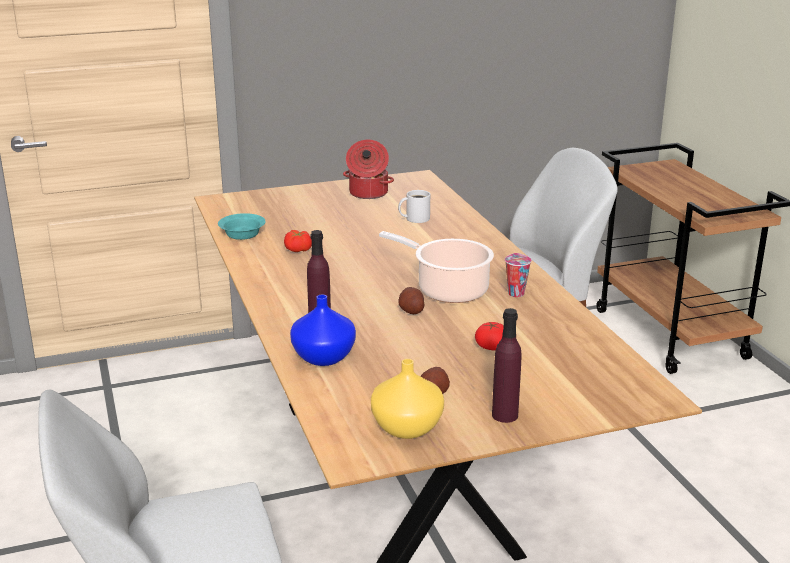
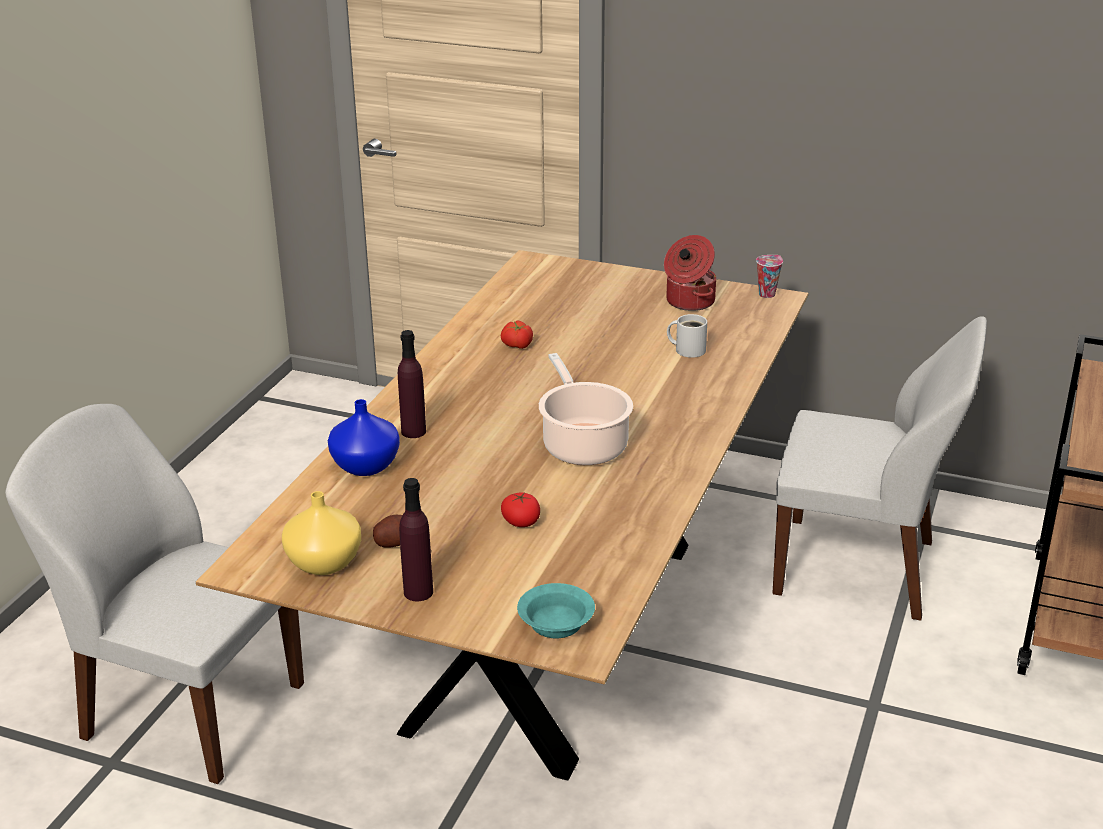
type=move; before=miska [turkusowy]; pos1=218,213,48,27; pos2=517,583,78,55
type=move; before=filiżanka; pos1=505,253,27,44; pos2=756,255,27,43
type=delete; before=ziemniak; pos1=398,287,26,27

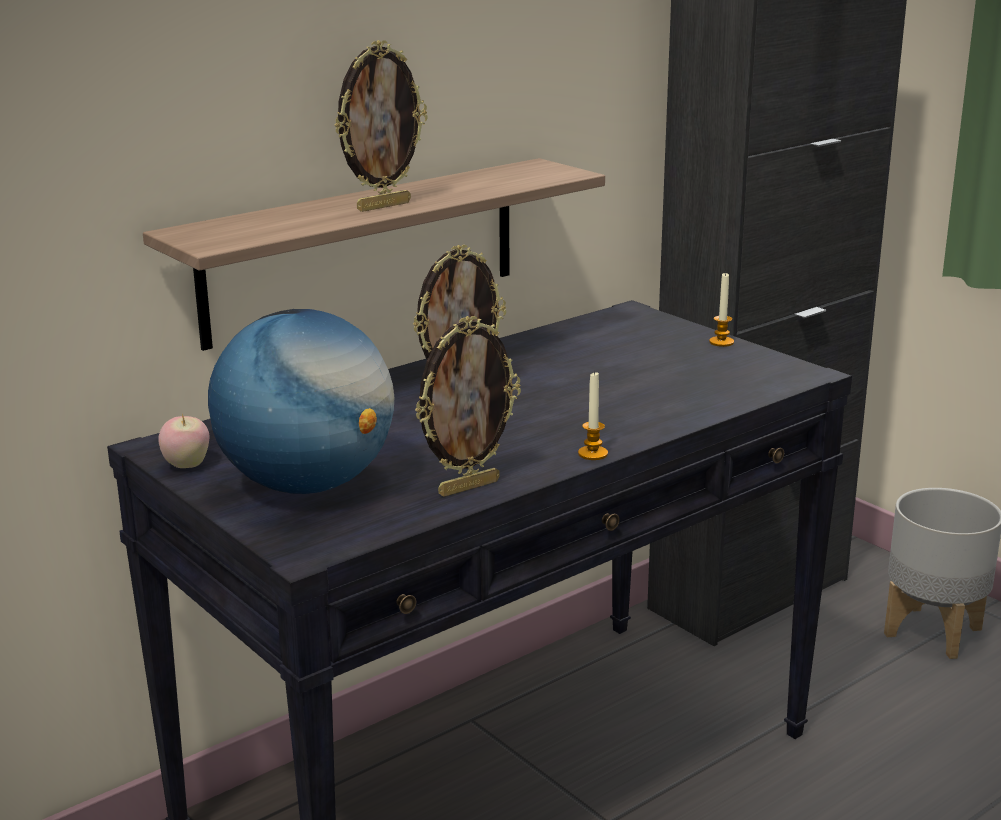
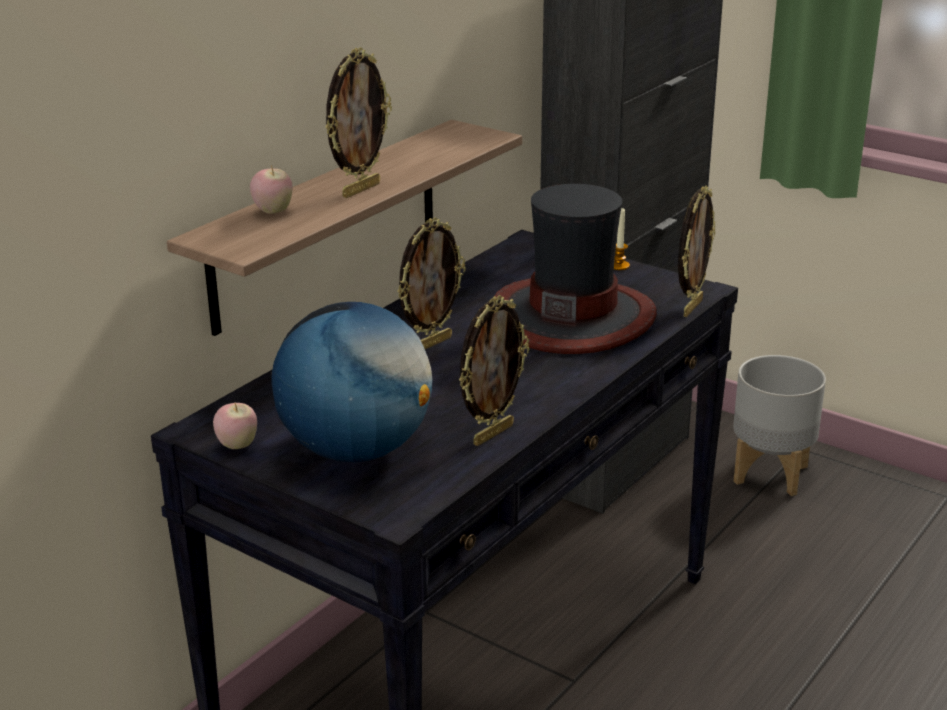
type=delete; before=świeca; pos1=578,371,30,89
type=insert; after=jabłko; pos2=250,165,43,49
type=insert; after=kapelusz; pos2=495,184,162,170
type=insert; after=ramka na zdjęcie; pos2=678,185,37,132

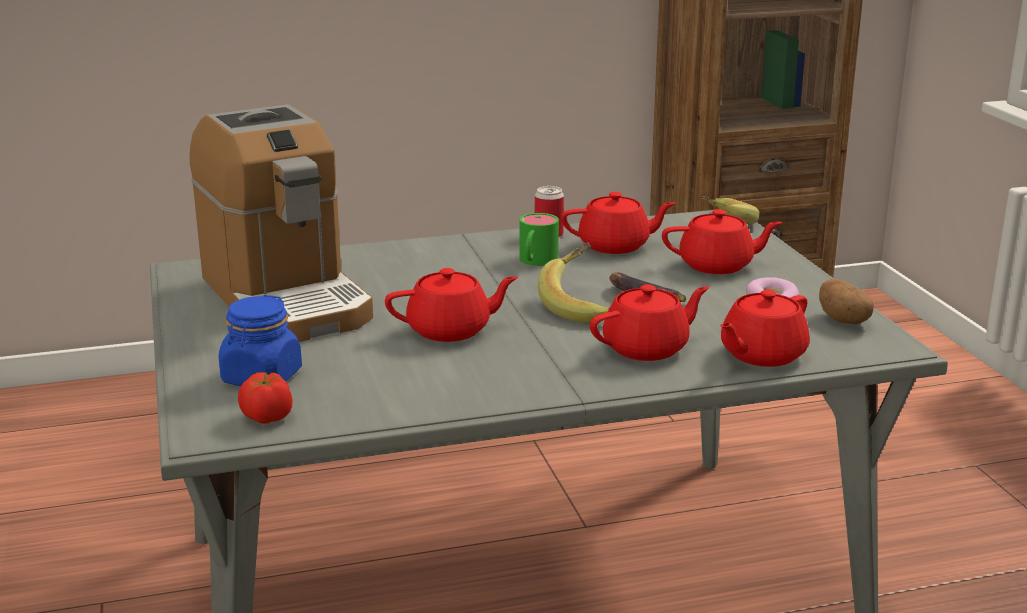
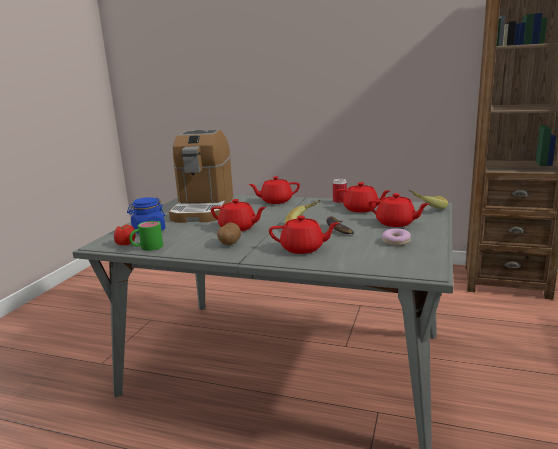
type=move; before=kubek [zielony]; pos1=519,213,40,53; pos2=129,221,34,30
type=move; before=ziemniak; pos1=819,279,55,45; pos2=217,223,24,23
type=move; before=imbryk [czerwony]; pos1=720,290,90,77; pos2=248,176,52,28

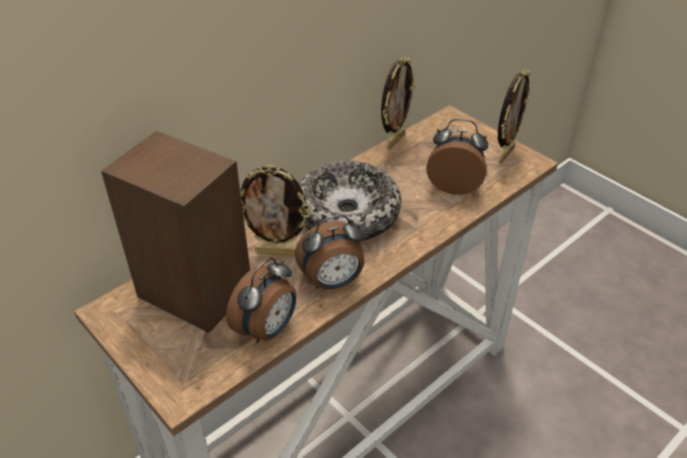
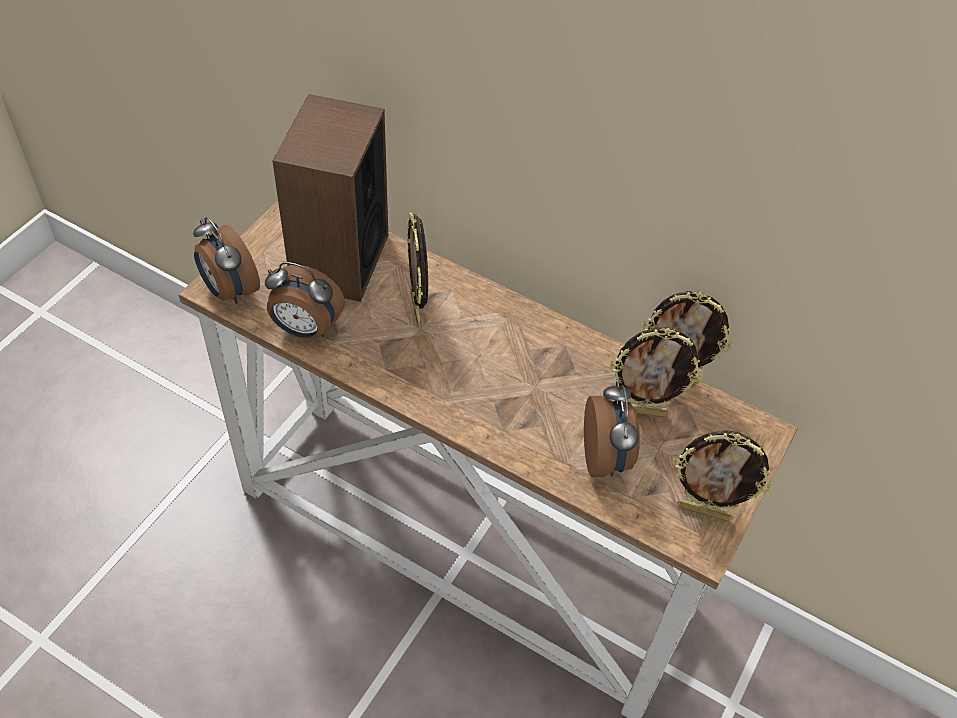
type=delete; before=miska; pos1=299,161,102,80
type=move; before=budzik; pos1=295,215,70,74; pos2=193,217,67,87
type=insert; after=ramka na zdjęcie; pos2=610,327,93,90

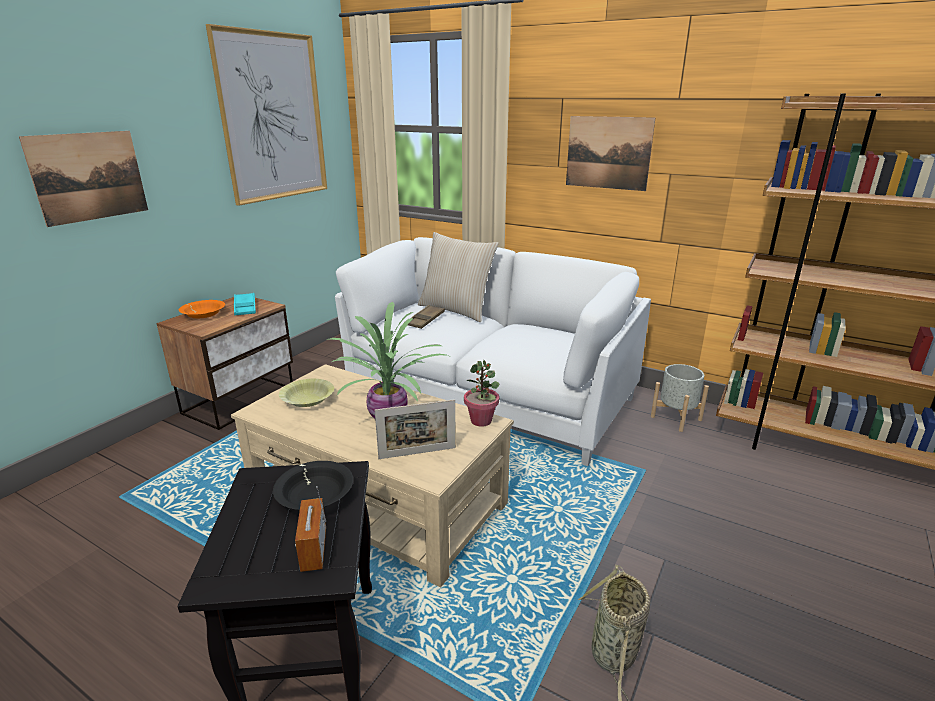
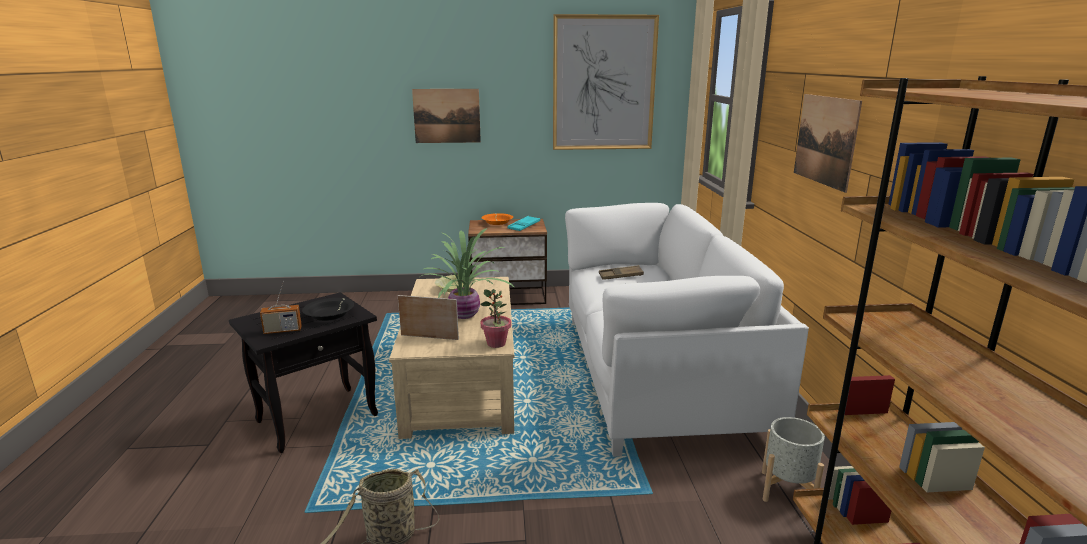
type=delete; before=poduszka [beżowy]; pos1=418,232,81,90
type=rotate; before=ramka na zdjęcie; pos1=375,399,81,60; pos2=398,295,61,45; turn=150
type=rotate; before=radio; pos1=295,486,31,86; pos2=260,280,42,54; turn=-150

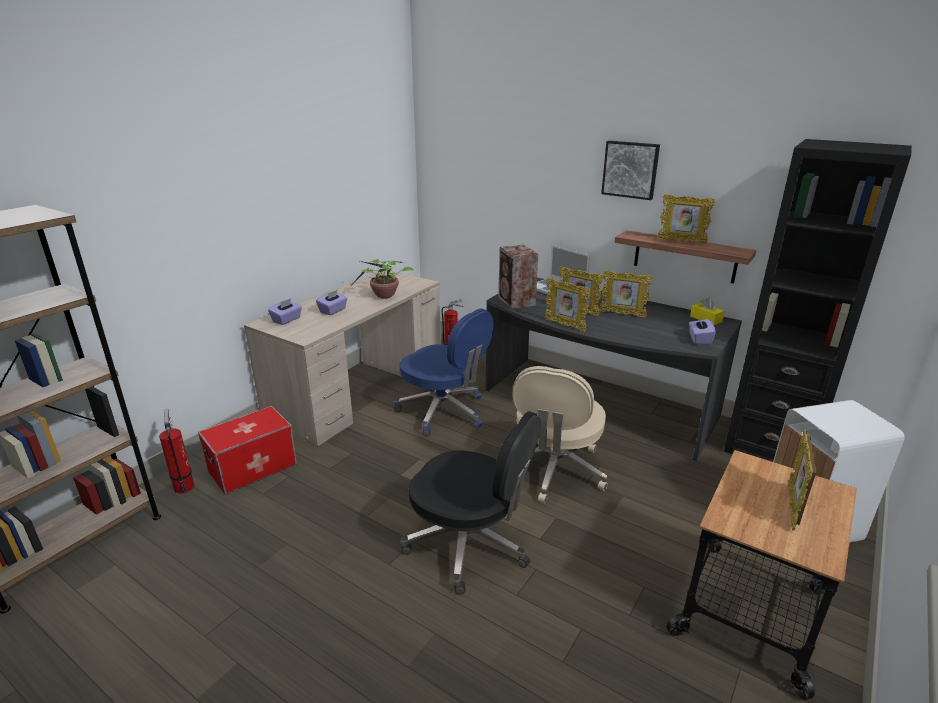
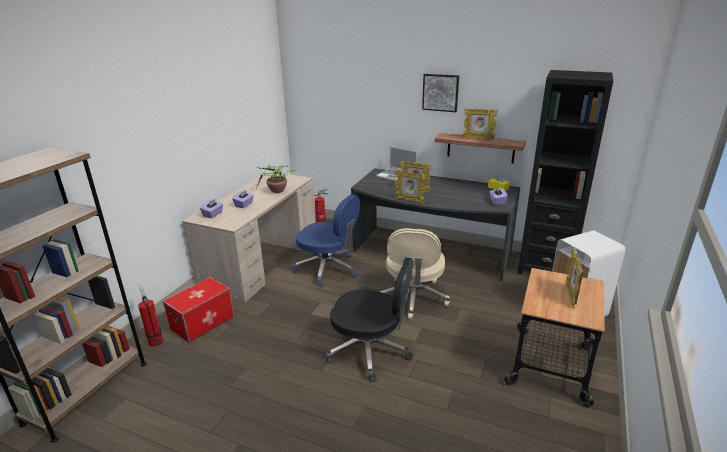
type=delete; before=głośnik; pos1=499,244,39,65
type=delete; before=ramka na zdjęcie; pos1=599,270,53,47

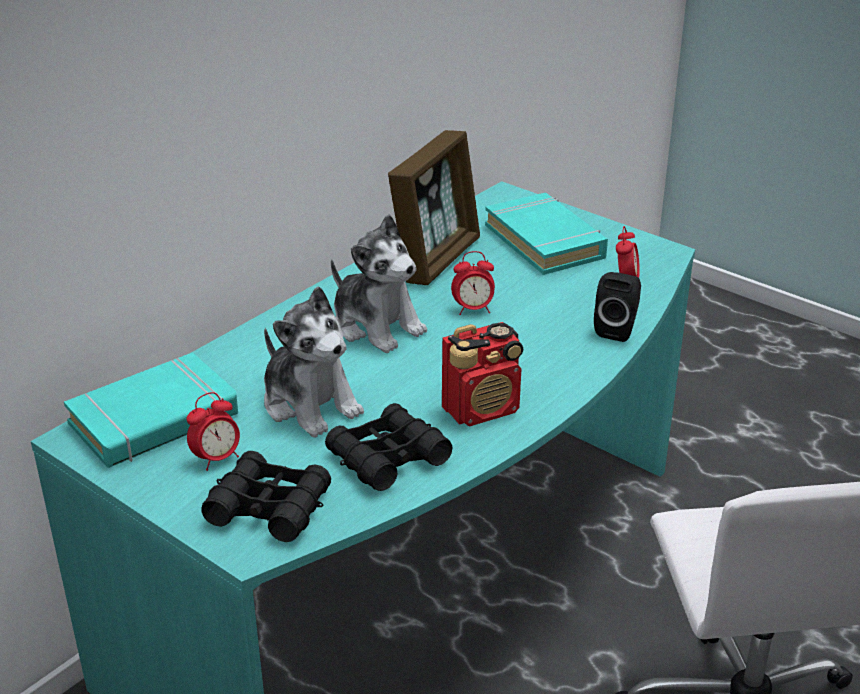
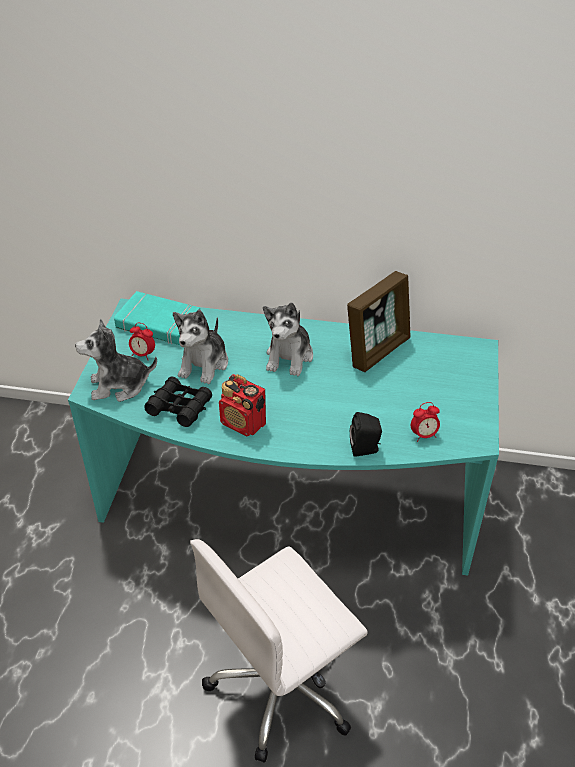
type=rotate; before=ramka na zdjęcie; pos1=388,130,92,155; pos2=347,271,64,101; turn=-45
type=delete; before=książka [turkusowy]; pos1=485,193,123,82
type=delete; before=budzik; pos1=451,251,44,64
type=replace; before=lornetka [czarny]; after=pluszak; pos1=201,451,130,91; pos2=75,319,82,83

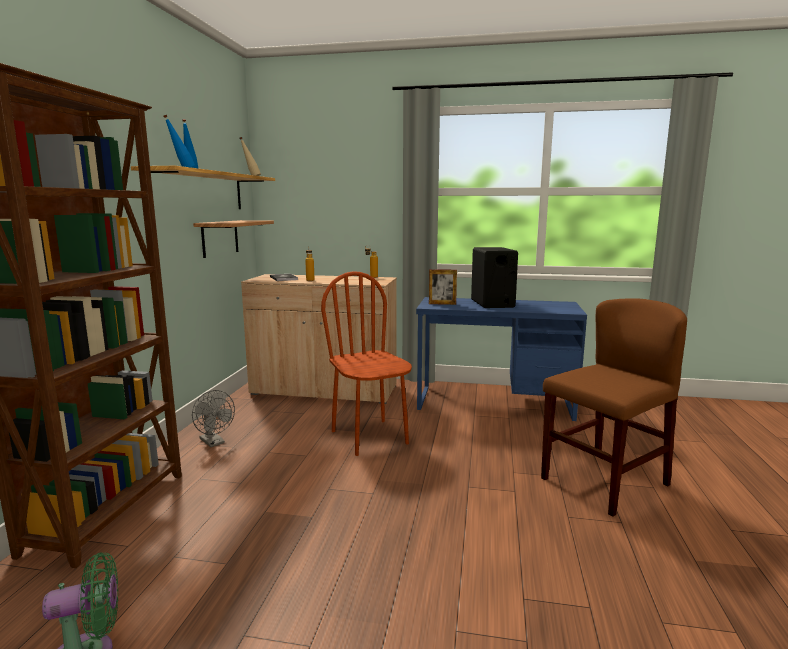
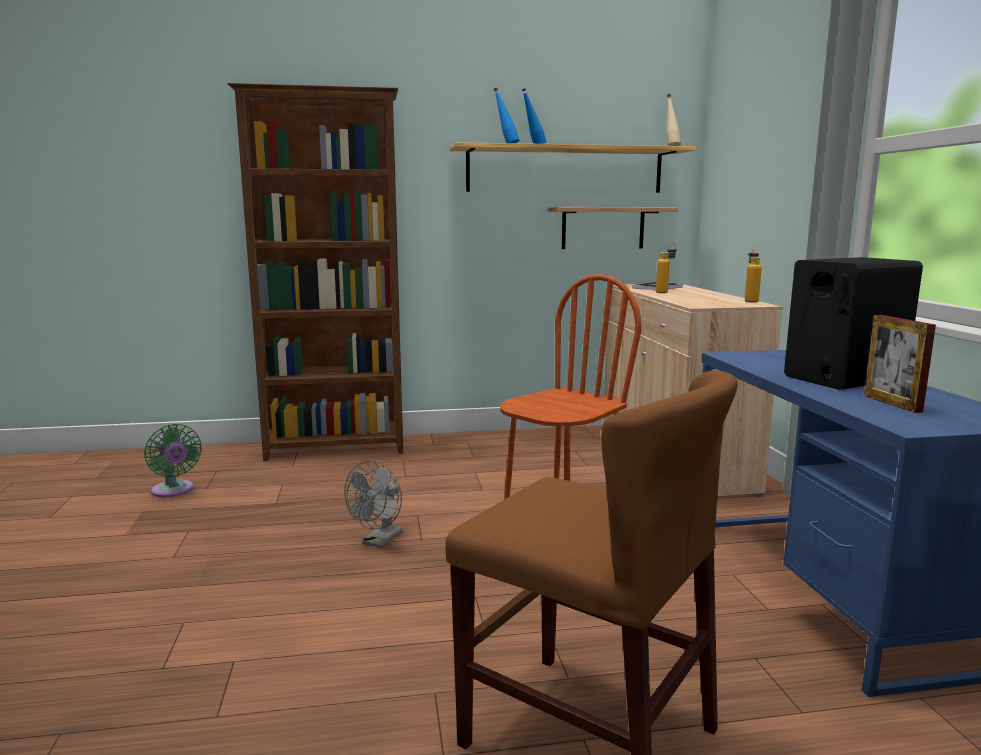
type=move; before=ramka na zdjęcie; pos1=429,269,28,36; pos2=864,315,72,98
type=move; before=wentylator [szary]; pos1=192,390,43,57; pos2=344,461,59,87

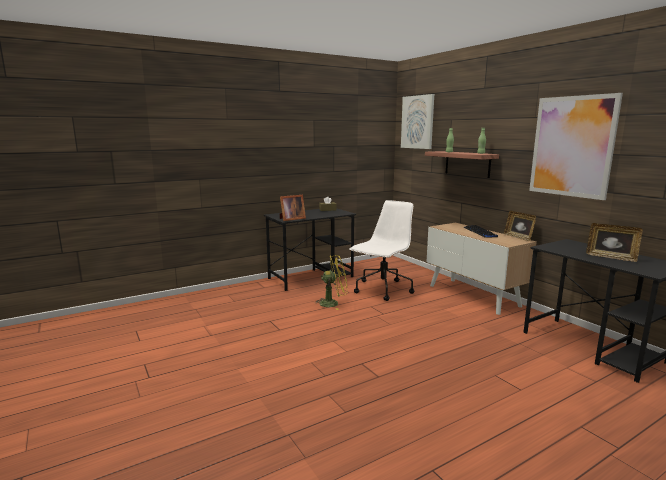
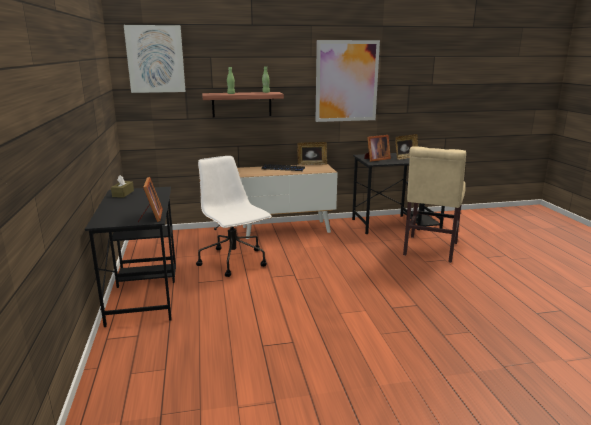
type=delete; before=wentylator [żółty]; pos1=314,255,33,55
type=insert; after=ramka na zdjęcie; pos2=364,135,27,27
type=insert; after=krzesło [beżowy]; pos2=403,146,63,117

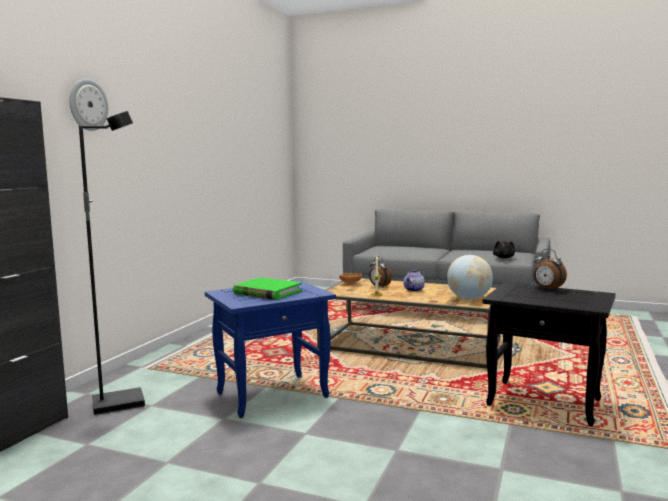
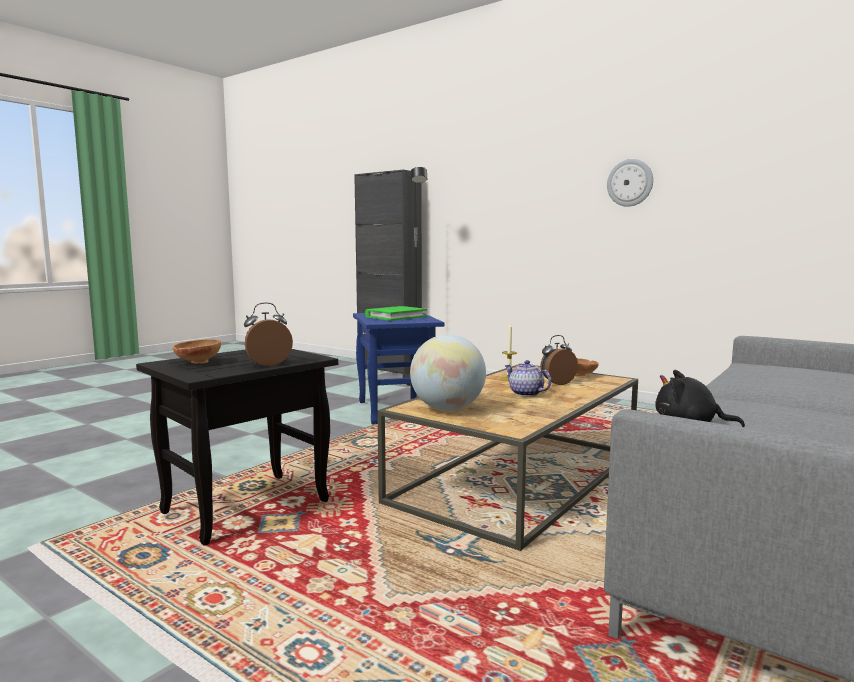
type=move; before=zegar ścienny; pos1=69,79,39,52; pos2=607,159,46,48
type=insert; after=miska [brązowy]; pos2=172,339,49,25

